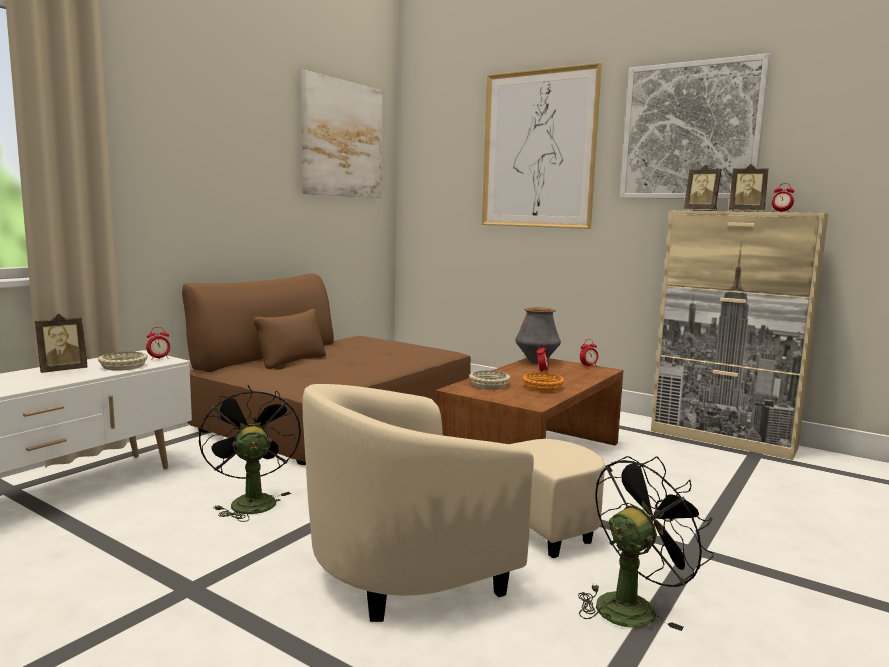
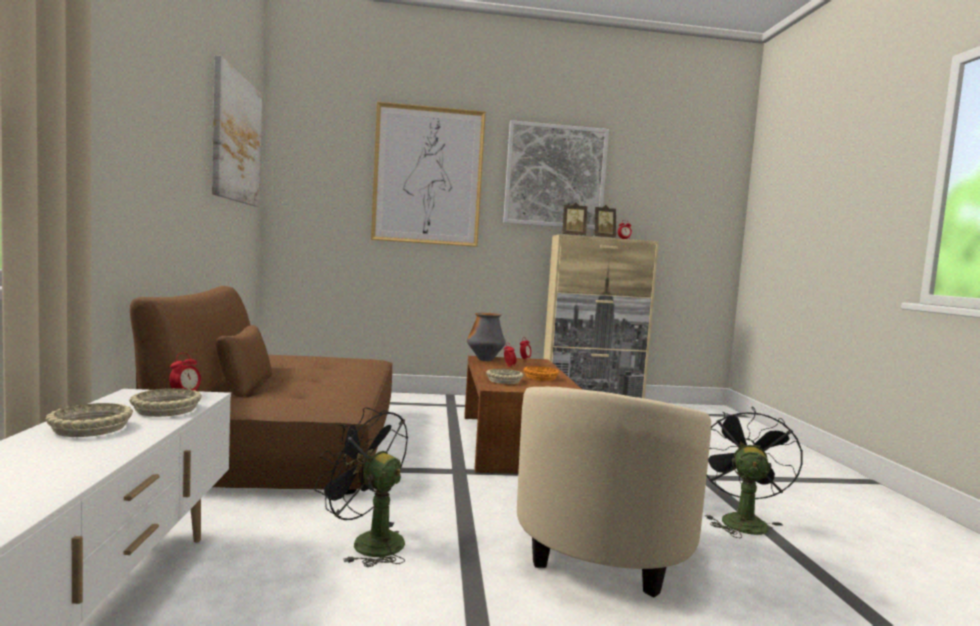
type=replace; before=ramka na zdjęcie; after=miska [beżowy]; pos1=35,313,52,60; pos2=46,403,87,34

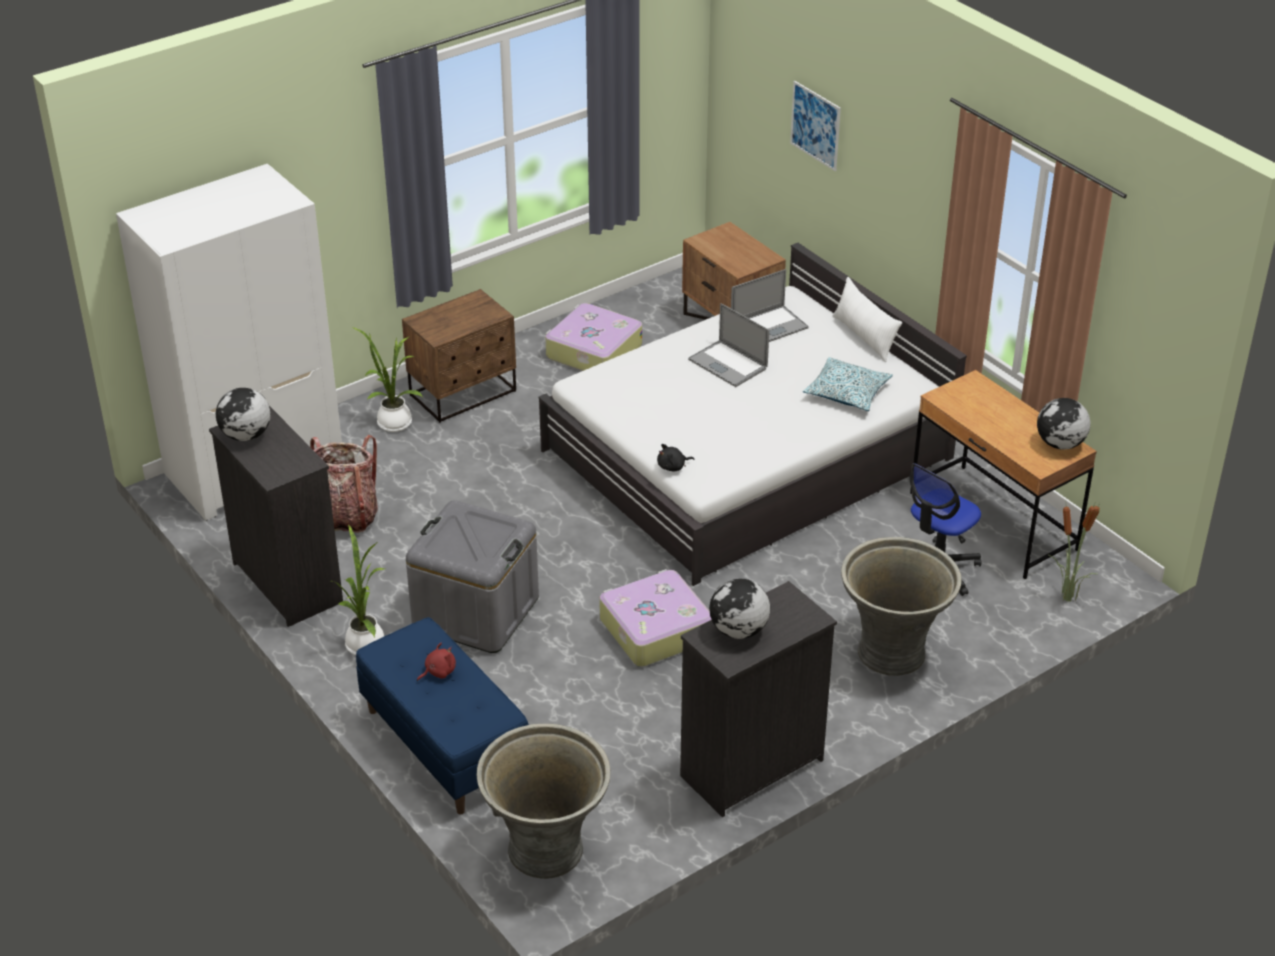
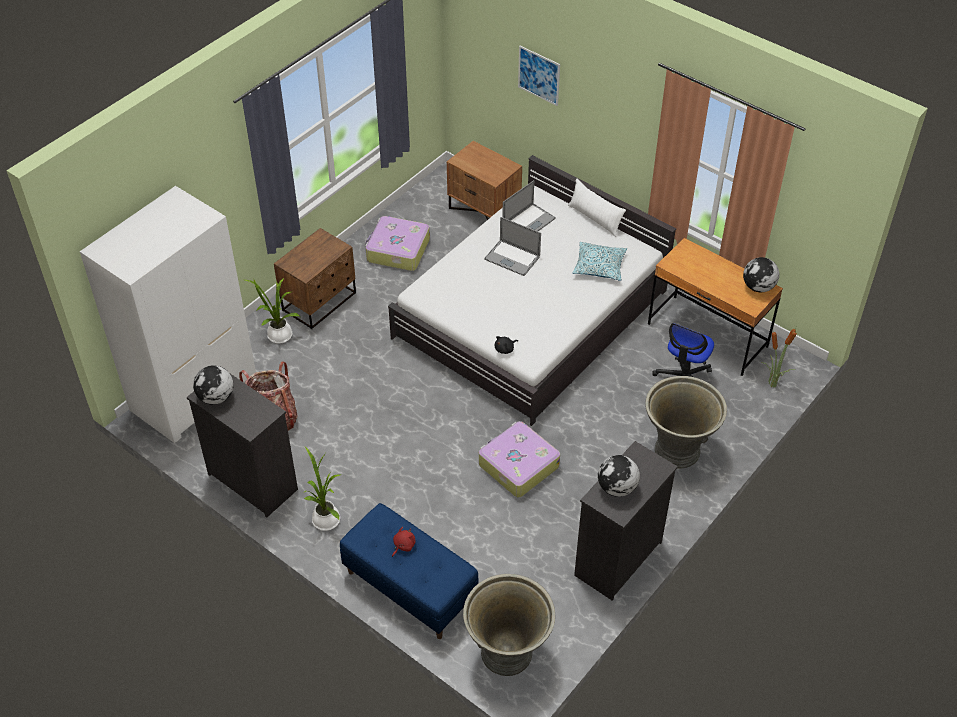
type=delete; before=pojemnik do przechowywania [szary]; pos1=406,500,133,153

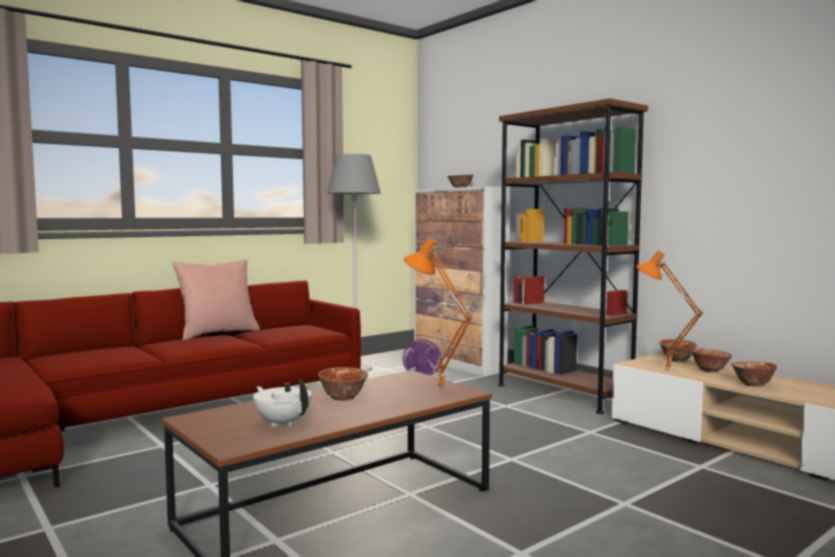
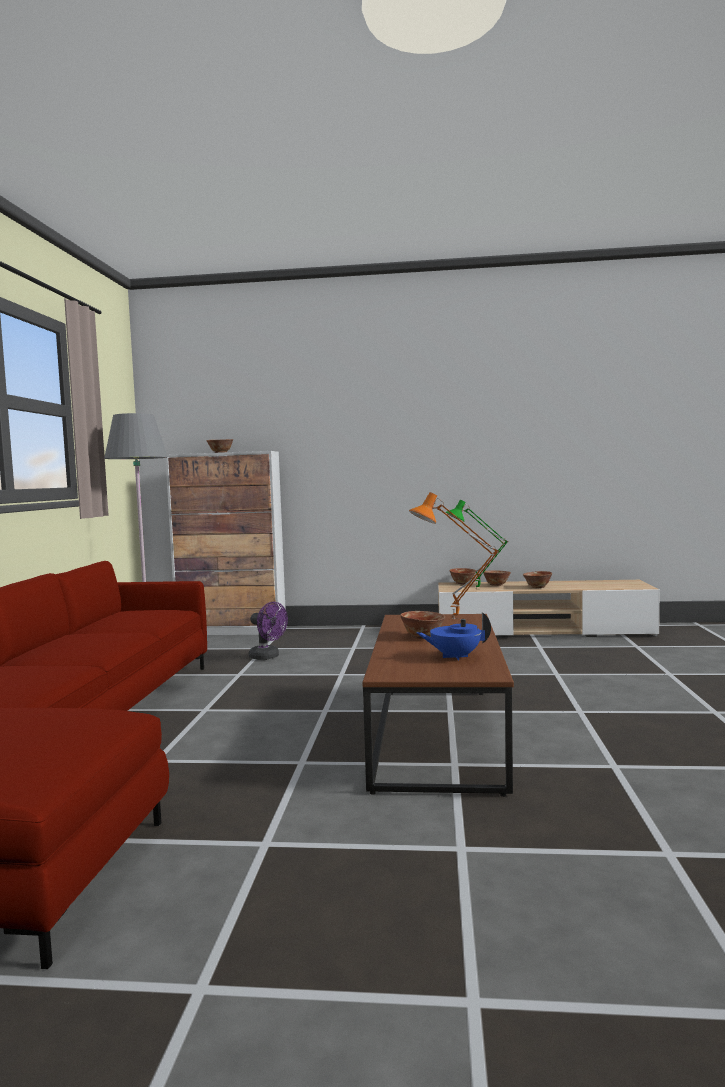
type=delete; before=regał [brązowy]; pos1=498,98,150,316
type=recolor; before=lampa stołowa [pomarańczowy]; after=lampa stołowa [zielony]; pos1=636,250,67,121; pos2=445,500,63,90
type=delete; before=poduszka [różowy]; pos1=172,259,88,81
type=recolor; before=imbryk [biały]; after=imbryk [niebieski]; pos1=253,379,58,48; pos2=417,612,74,48

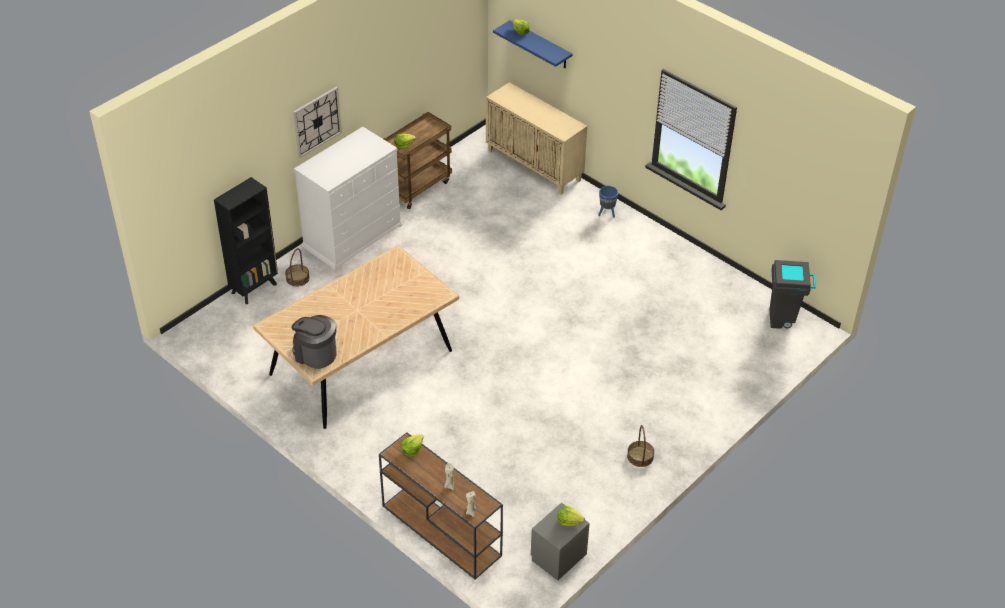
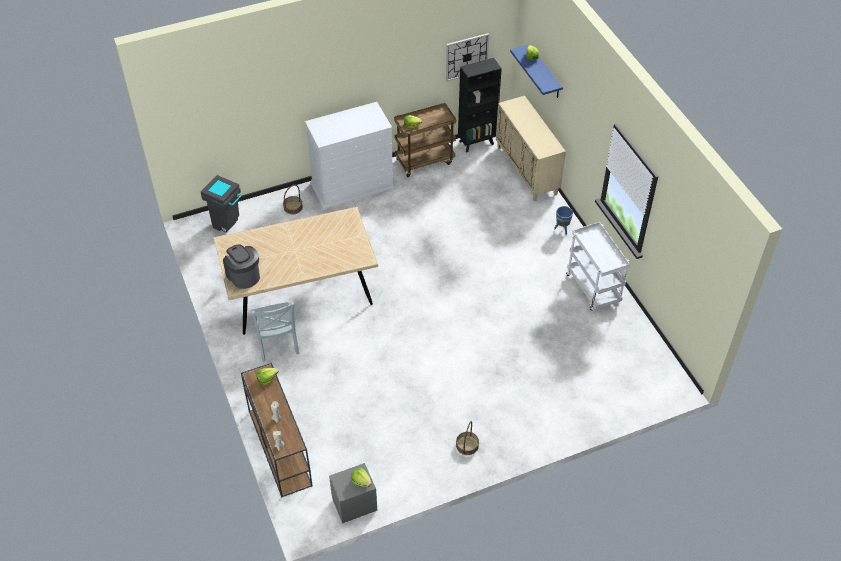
type=move; before=zegar ścienny; pos1=293,87,49,71; pos2=446,33,43,49
type=move; before=regał [czarny]; pos1=214,177,64,127; pos2=458,58,44,95
type=move; before=kosz na śmieci [szary]; pos1=769,260,47,69; pos2=201,175,41,57
type=insert; after=wózek [biały]; pos2=566,222,64,89
type=insert; after=krzesło [szary]; pos2=252,302,47,60

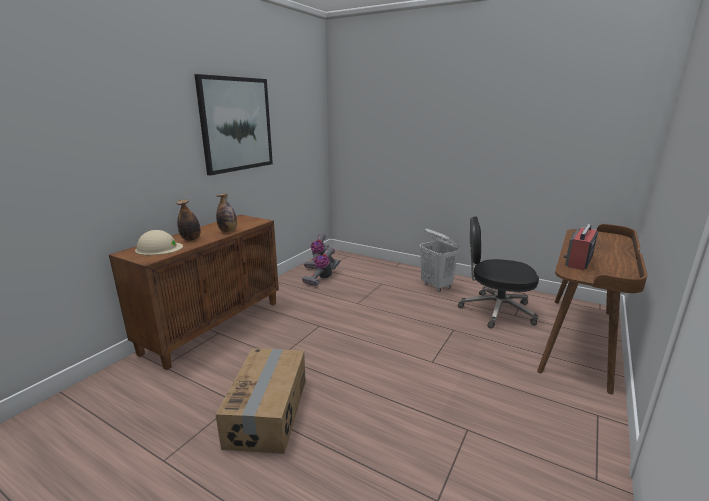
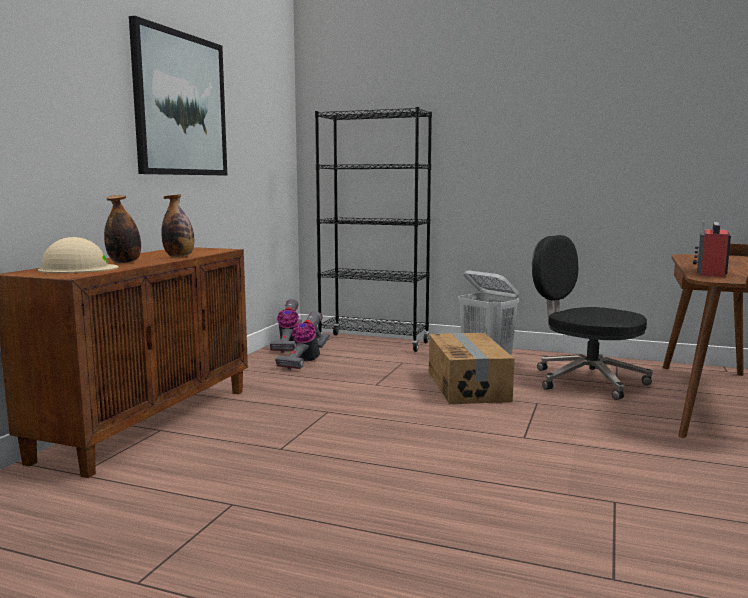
type=rotate; before=krzesło biurowe [czarny]; pos1=458,217,81,112; pos2=532,235,120,165; turn=45
type=move; before=karton; pos1=215,348,91,106; pos2=429,333,86,71
type=insert; after=regał [czarny]; pos2=315,107,117,245

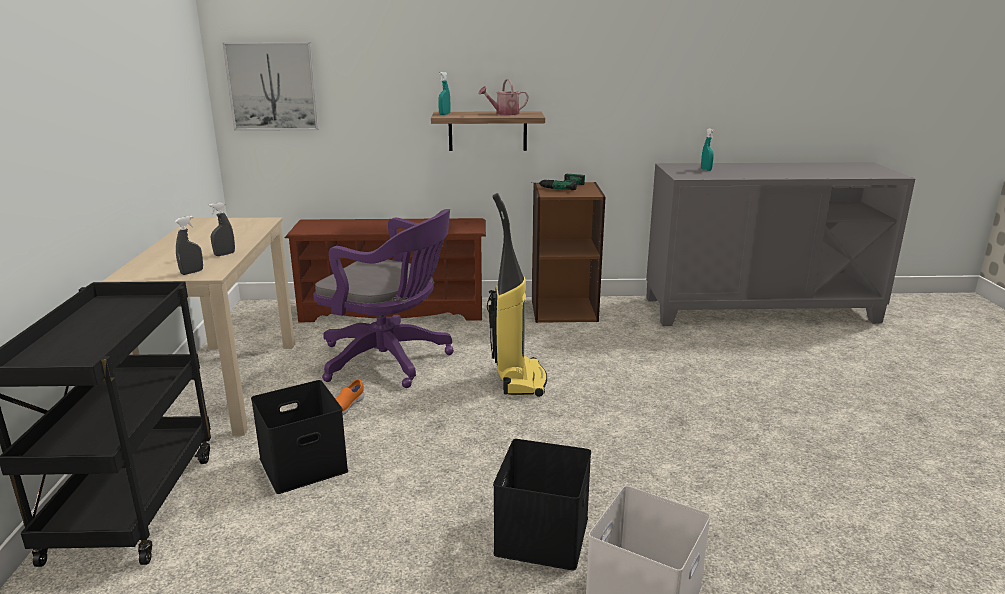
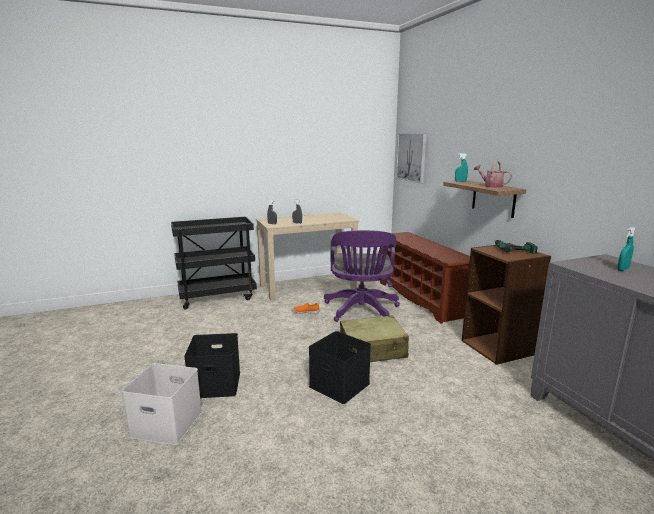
type=replace; before=odkurzacz; after=walizka [beżowy]; pos1=487,193,60,204; pos2=340,315,69,47
type=move; before=pojemnik do przechowywania [czarny]; pos1=251,380,97,114; pos2=309,331,62,73

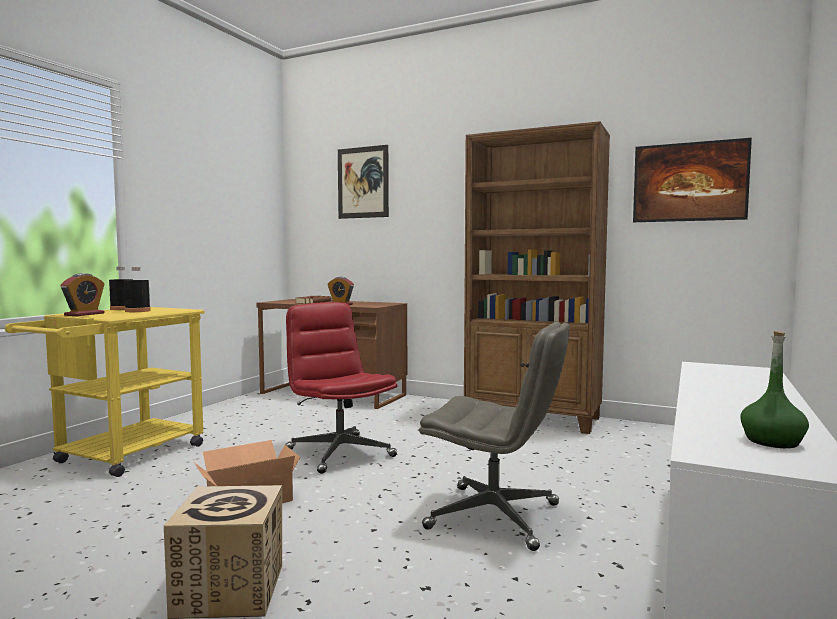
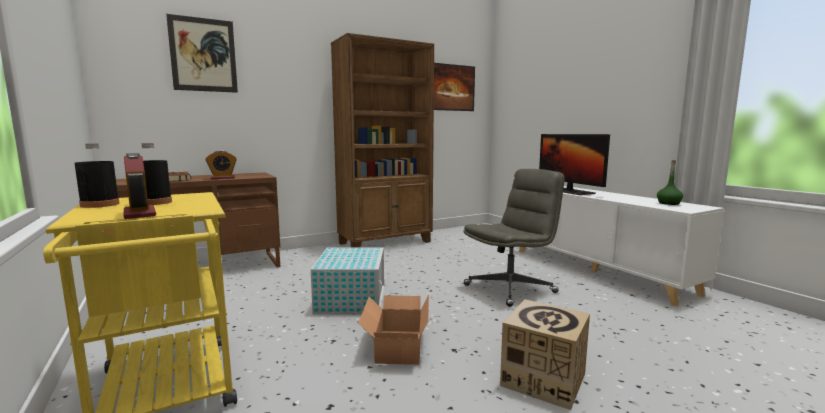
type=replace; before=krzesło biurowe [czerwony]; after=pojemnik do przechowywania [biały]; pos1=286,302,111,172; pos2=311,248,73,67
type=insert; after=monitor; pos2=539,134,71,61

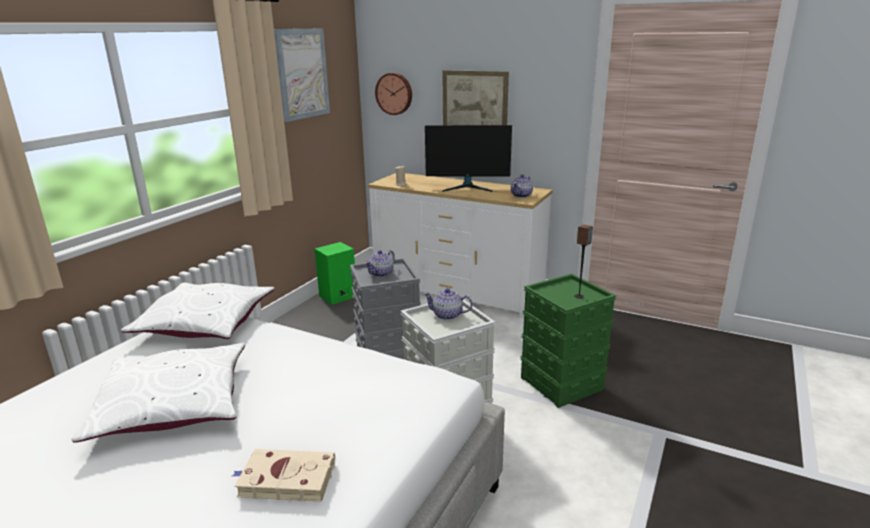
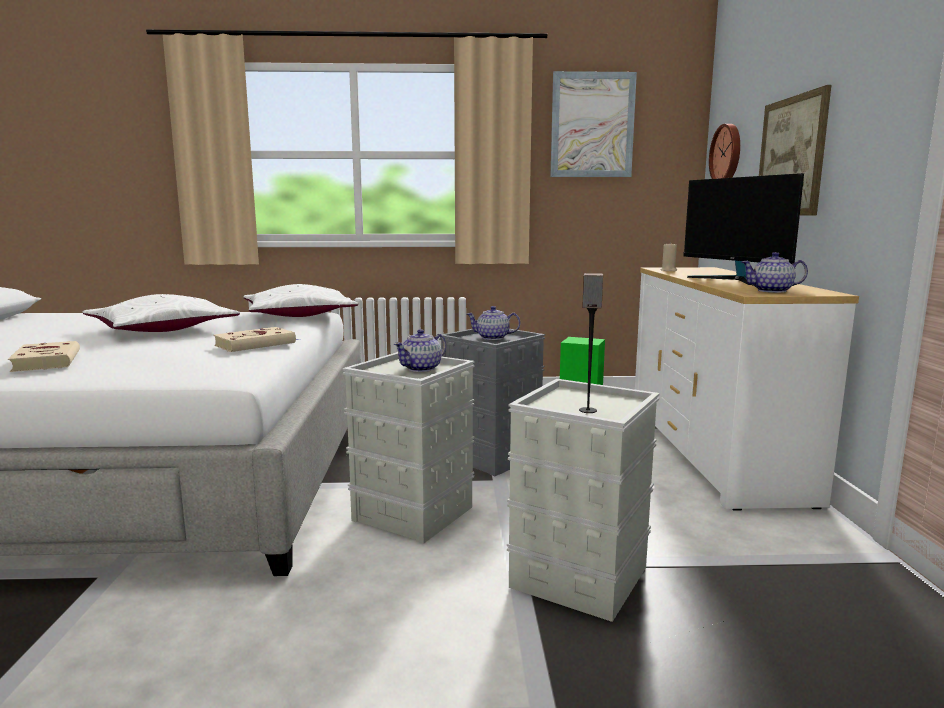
type=recolor; before=pojemnik do przechowywania [zielony]; after=pojemnik do przechowywania [szary]; pos1=520,274,96,134; pos2=507,379,153,243
type=rotate; before=imbryk; pos1=423,288,49,32; pos2=394,329,52,43; turn=-120
type=insert; after=książka [beżowy]; pos2=213,327,85,25

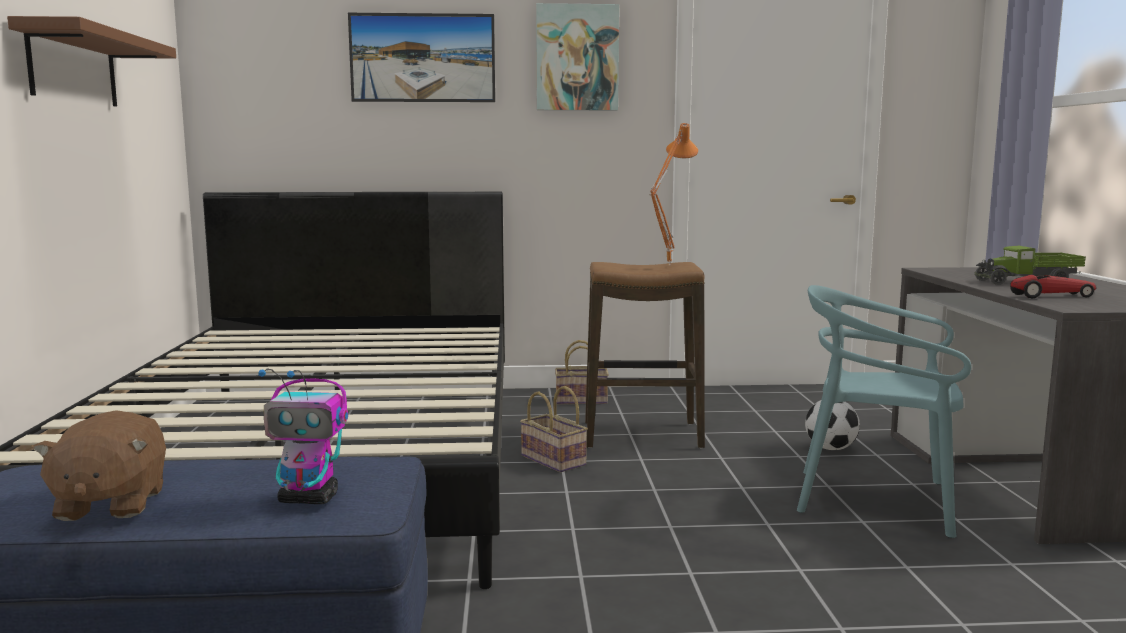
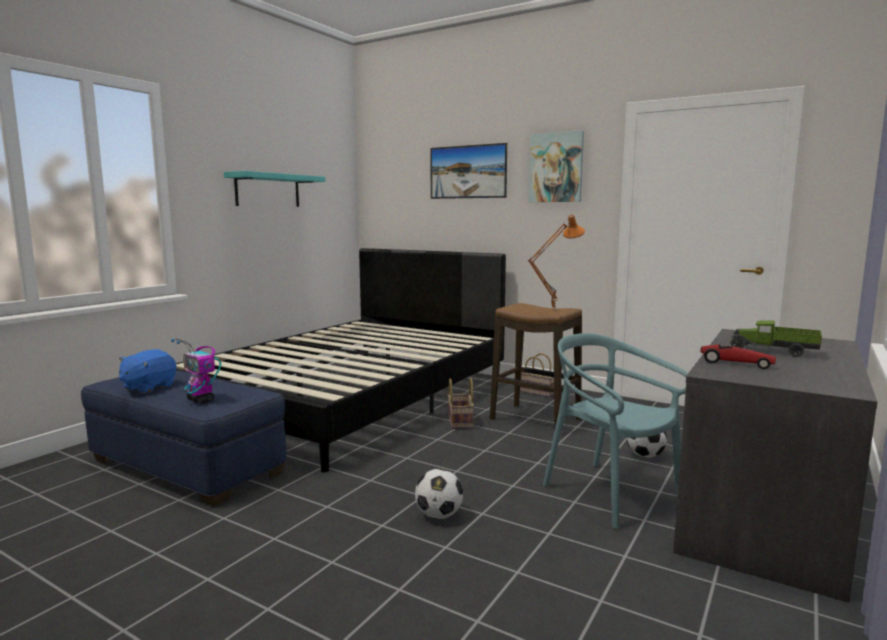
type=recolor; before=półka [brązowy]; after=półka [turkusowy]; pos1=7,16,169,90; pos2=224,171,101,36
type=recolor; before=pluszak [brązowy]; after=pluszak [niebieski]; pos1=32,410,134,111; pos2=119,349,57,44
type=insert; after=piłka futbolowa; pos2=415,469,48,50

